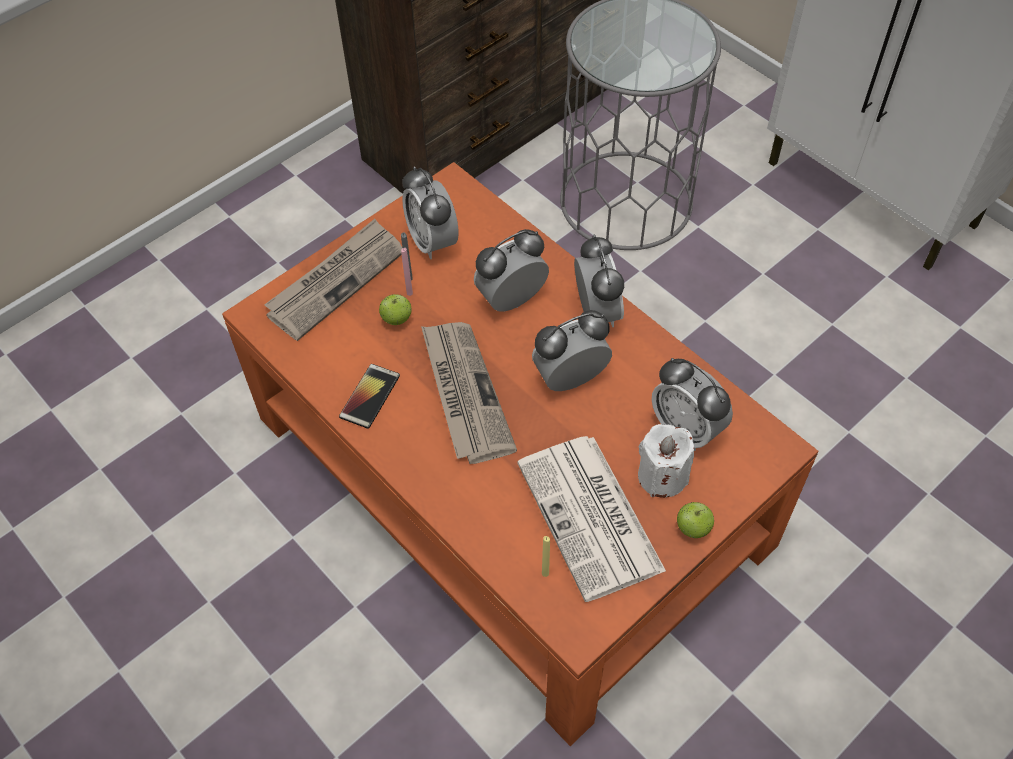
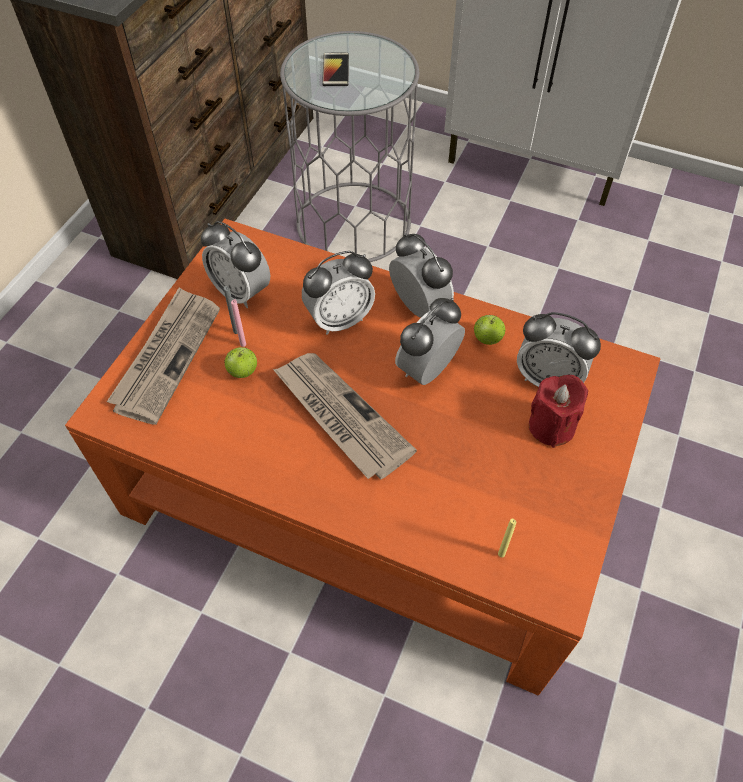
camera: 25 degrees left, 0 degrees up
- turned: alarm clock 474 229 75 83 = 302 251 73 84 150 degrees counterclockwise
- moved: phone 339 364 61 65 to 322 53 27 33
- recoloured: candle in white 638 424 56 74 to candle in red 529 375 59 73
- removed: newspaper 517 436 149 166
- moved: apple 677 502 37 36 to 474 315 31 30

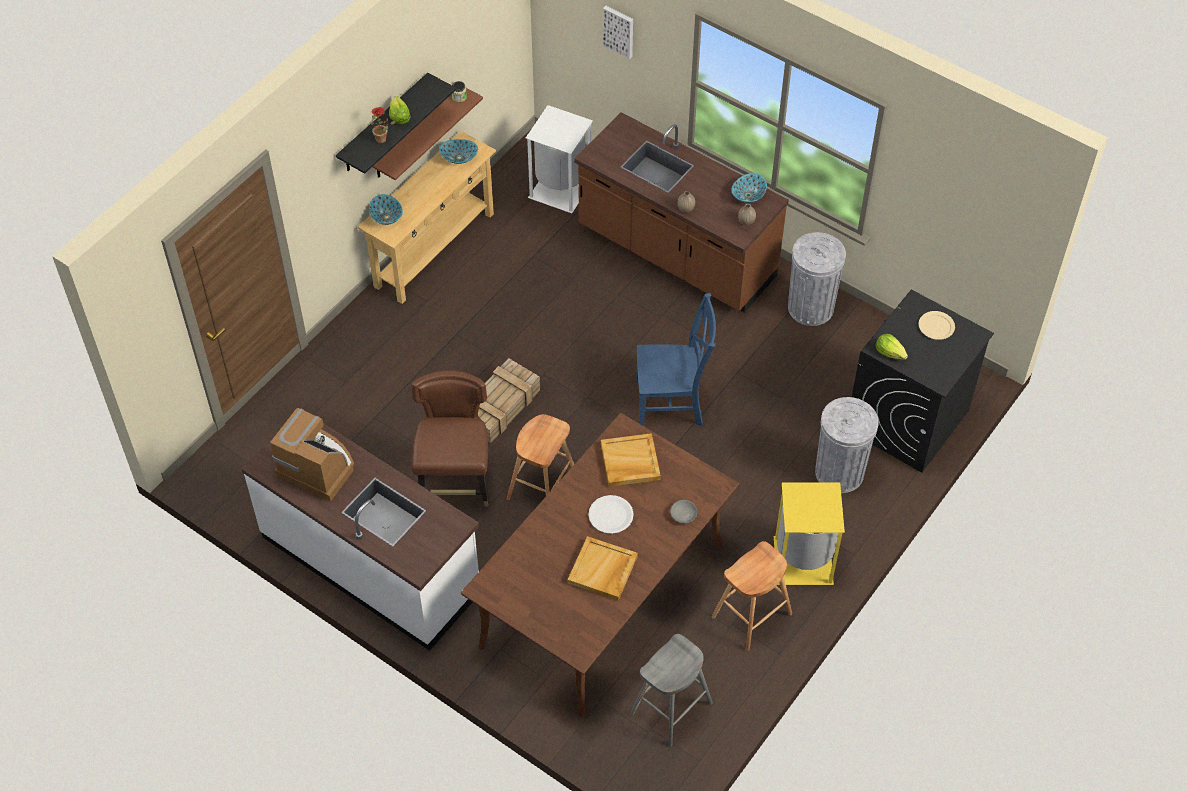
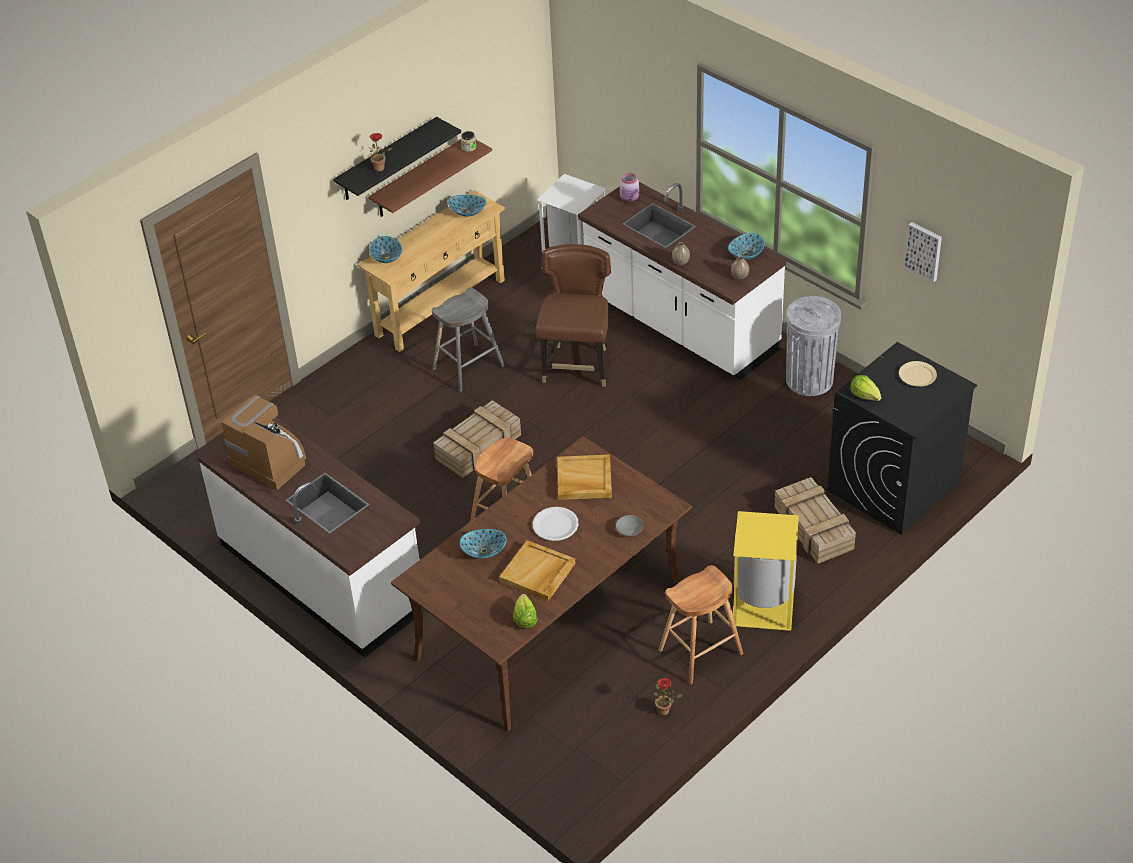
camera: 10 degrees right, 10 degrees down
- moved: picture 603 6 30 54 to 904 222 38 61
- moved: lettuce 389 96 22 28 to 513 594 24 34
- recoloured: counter in brown 574 112 215 201 to counter in white 578 182 208 198
- removed: chair in blue 636 293 80 132
- moved: chair in brown 412 371 76 136 to 536 244 75 143
- replaced: trash can in grey 815 397 64 96 to crate 774 477 82 87
- moved: stool in grey 630 634 83 113 to 432 288 73 104
- added: jar in pink 620 173 19 29
- added: bowl 460 529 47 30
- added: potted plant 654 678 28 38

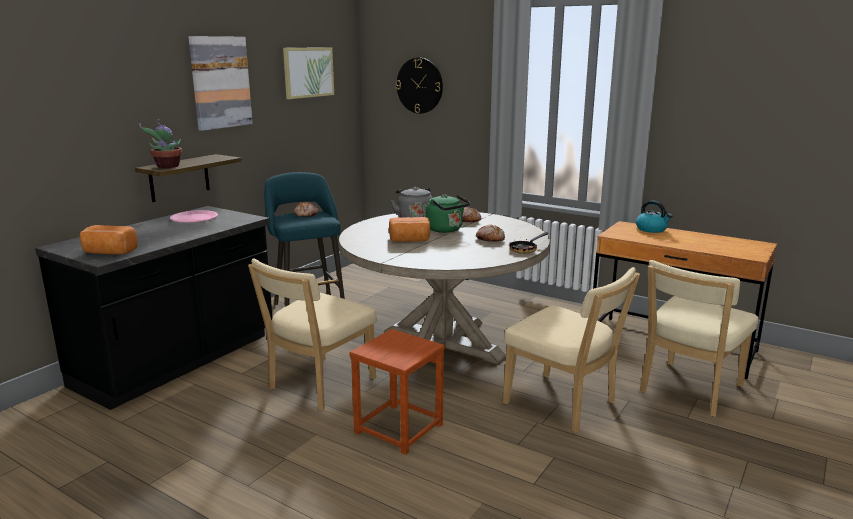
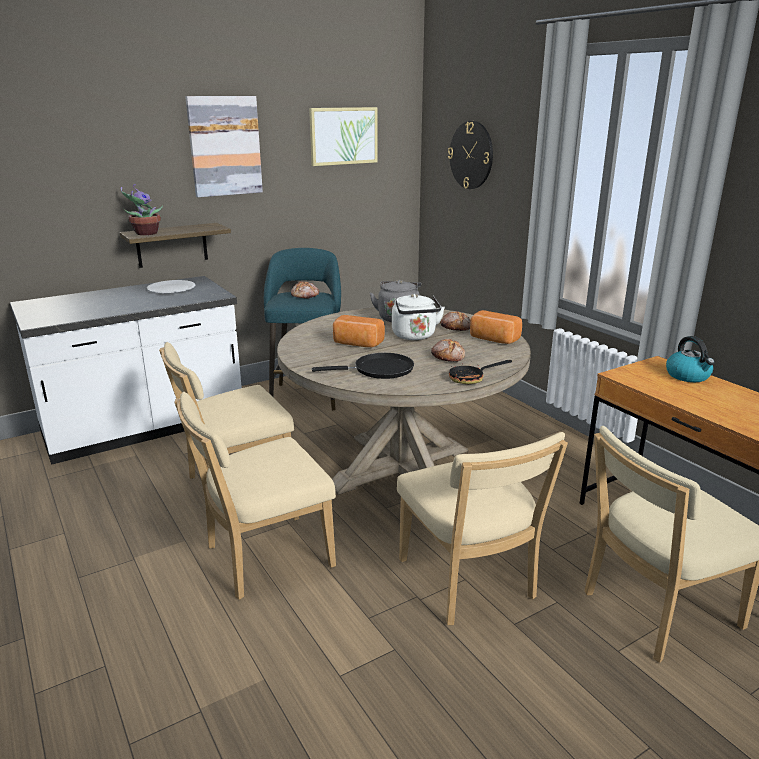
camera: 25 degrees right, 5 degrees up
- recoloured: kettle in green 426 194 44 39 to kettle in white 392 294 53 46
- recoloured: counter in black 35 206 237 204 to counter in white 10 276 232 189
- recoloured: plate in pink 170 210 48 13 to plate in white 147 280 48 13
- moved: bread 80 225 58 30 to 470 310 52 34
- replaced: stool in brown 349 329 96 126 to chair in beige 174 392 162 208
- added: frying pan in black 312 353 102 26

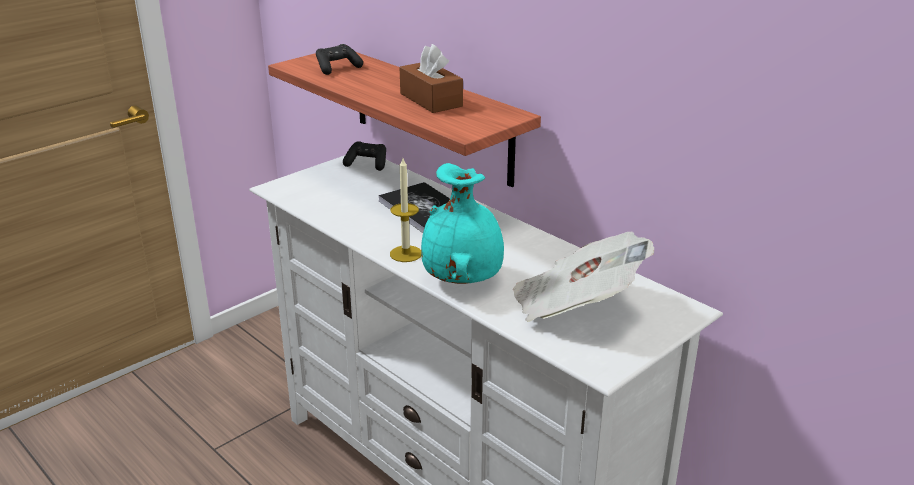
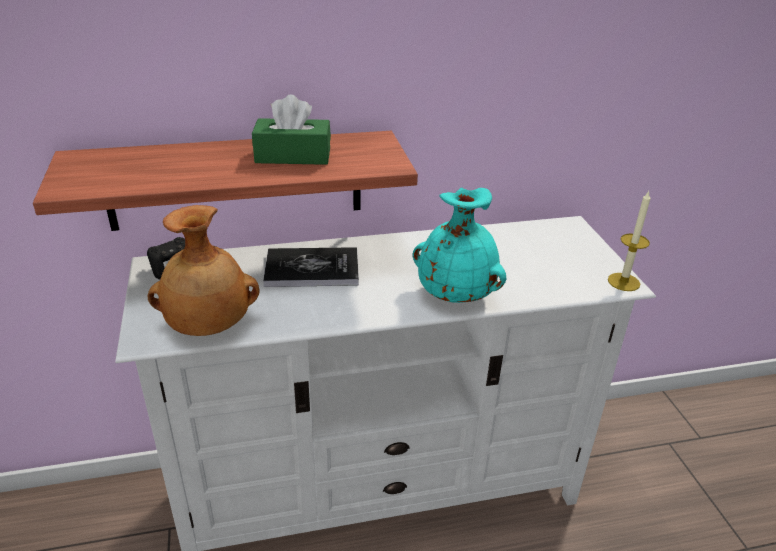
camera: 60 degrees left, 5 degrees up
- removed: game controller in black 316 44 47 31
- recoloured: tissue box in brown 399 44 64 69 to tissue box in green 252 95 79 70
- moved: candle 390 158 31 104 to 608 191 43 100
- removed: newspaper 513 232 141 90
- added: vase in brown 148 205 112 131

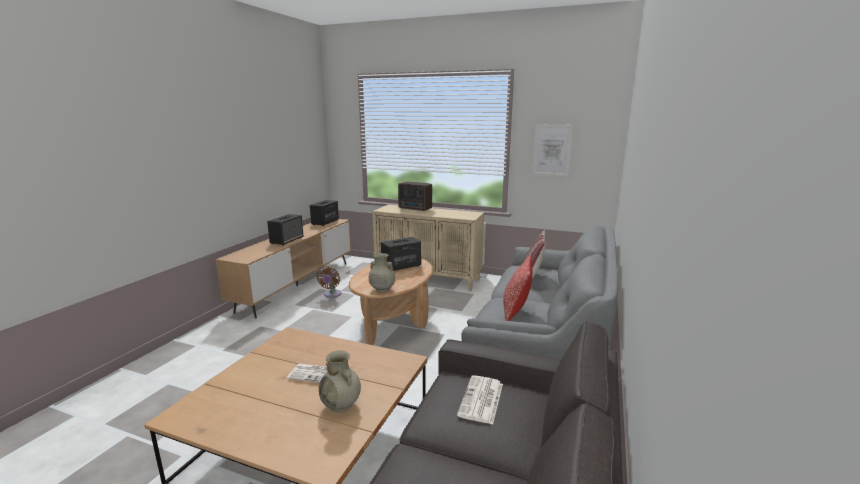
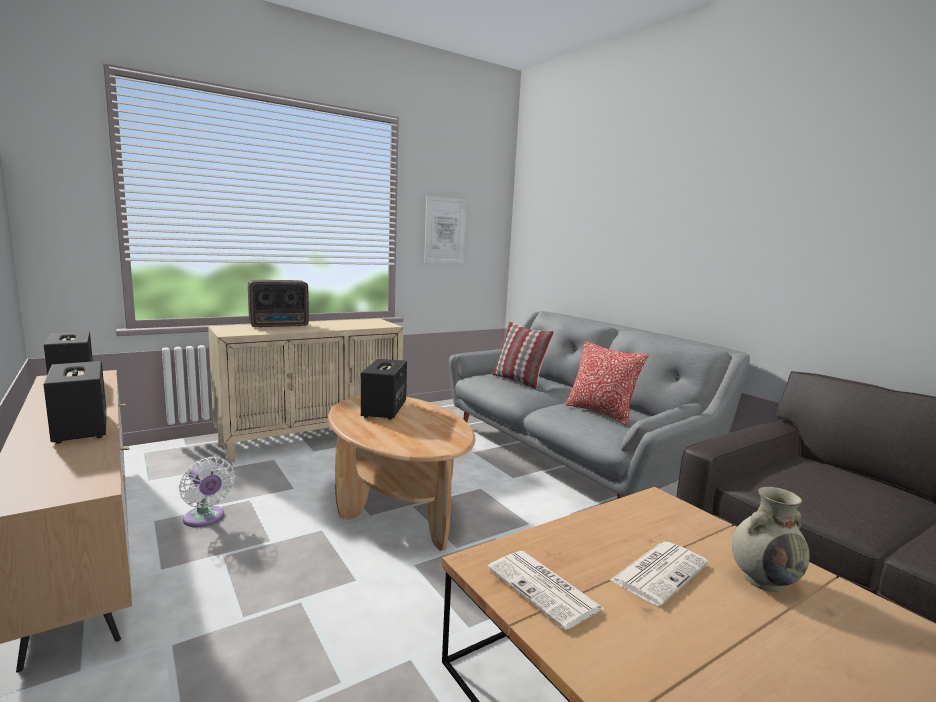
camera: 55 degrees left, 5 degrees down
- removed: vase in beige 369 253 26 40
- recoloured: fan in brown 317 266 25 32 to fan in white 179 457 56 70
- moved: newspaper 457 375 46 49 to 487 551 117 79

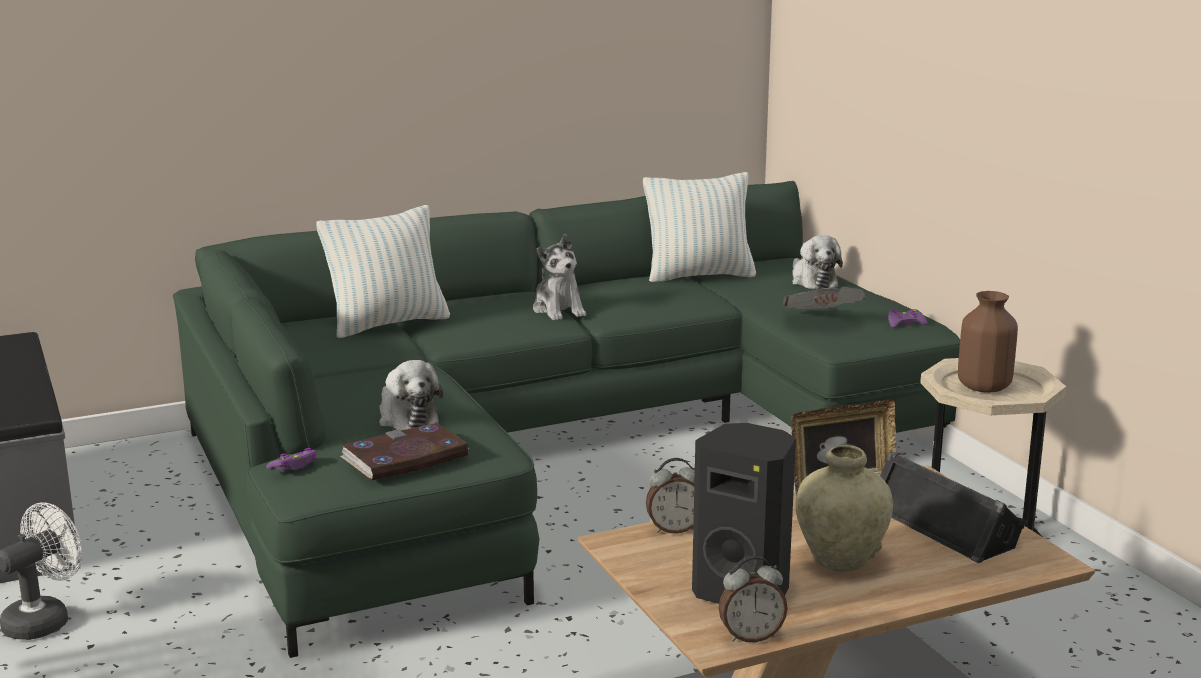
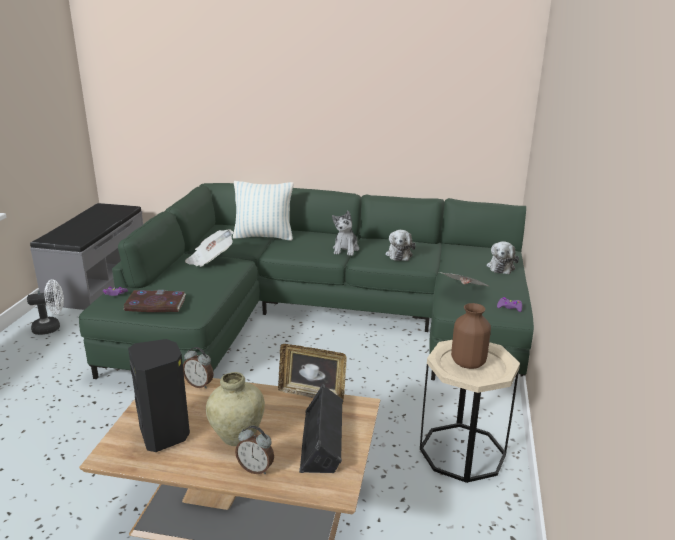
camera: 35 degrees right, 5 degrees up
- removed: pillow 643 172 113 110
- moved: plush toy 379 360 64 71 to 385 230 31 31
- moved: alarm clock 719 556 69 86 to 235 426 39 48
- added: newspaper 185 229 49 38

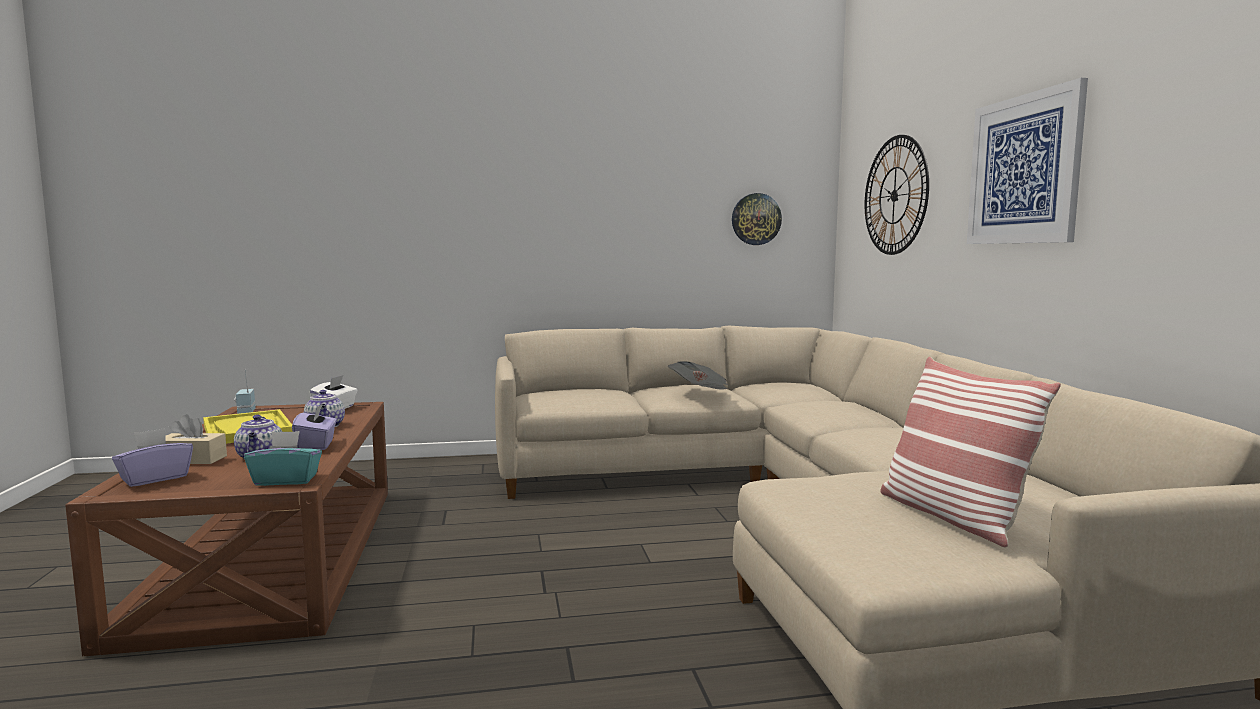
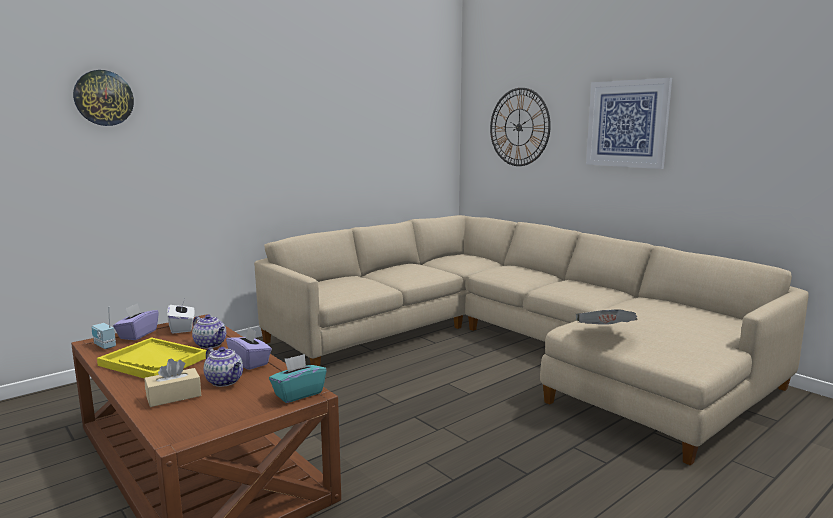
camera: 30 degrees left, 5 degrees up
- moved: wall clock 732 193 50 52 to 73 70 61 56
- removed: pillow 880 357 181 191
- moved: newspaper 668 361 60 28 to 576 309 62 16
- moved: tissue box in purple 112 428 81 59 to 113 303 46 37

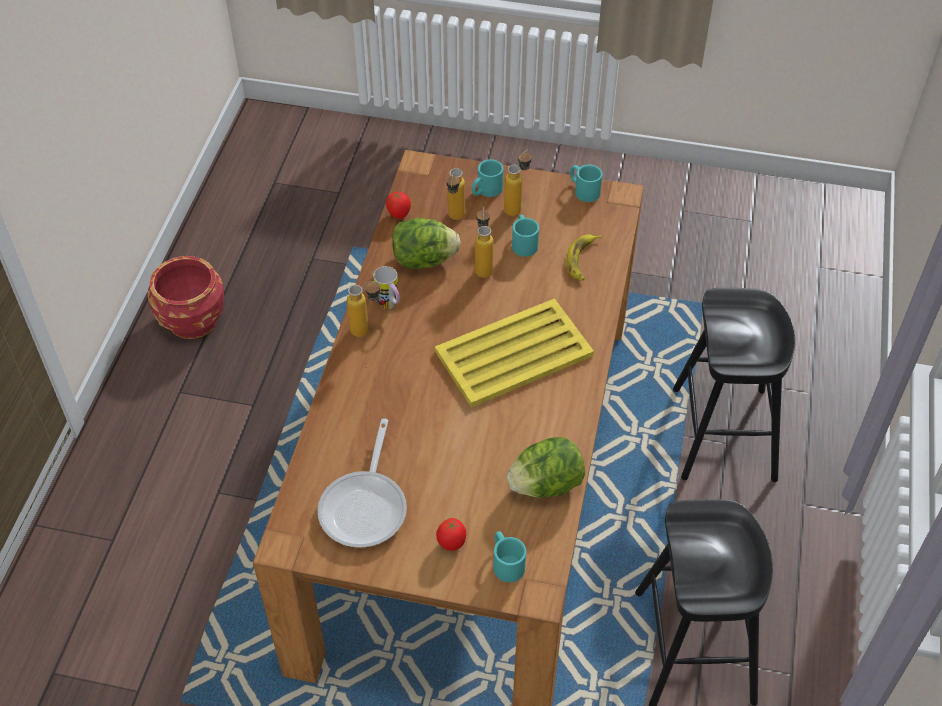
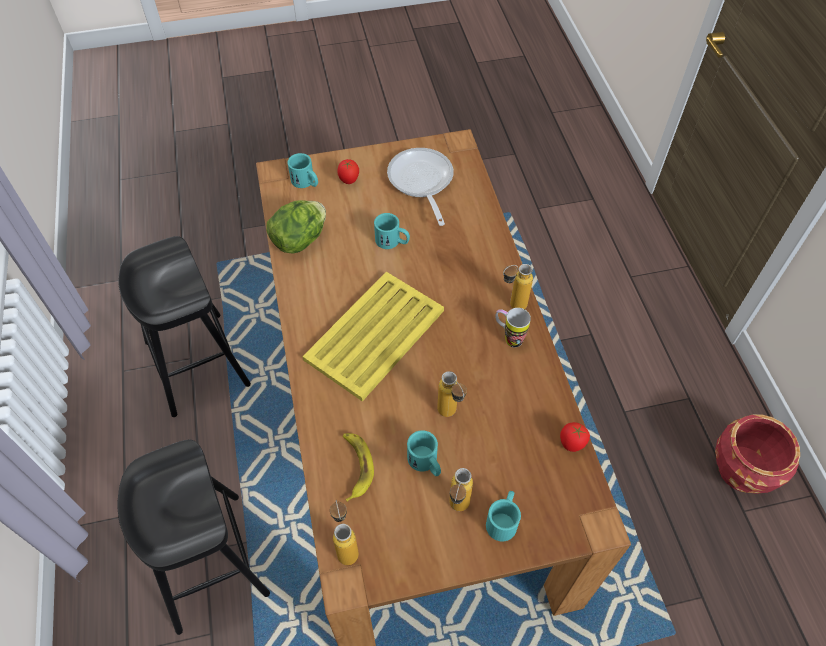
camera: 155 degrees right, 5 degrees up
- moved: mug in turquoise 570 165 33 37 to 374 213 36 36
- moved: bottle 446 168 19 52 to 330 500 29 65
- removed: lettuce 392 218 69 51

